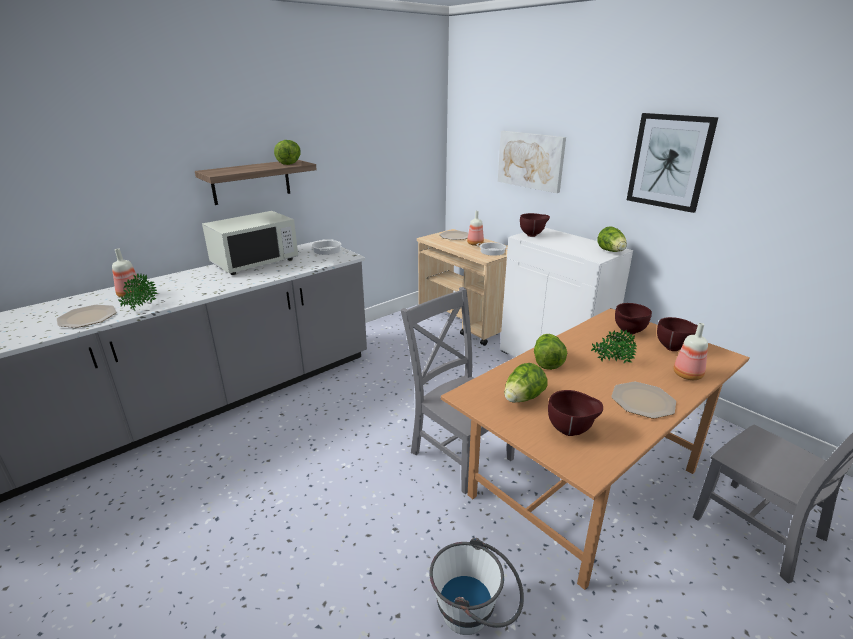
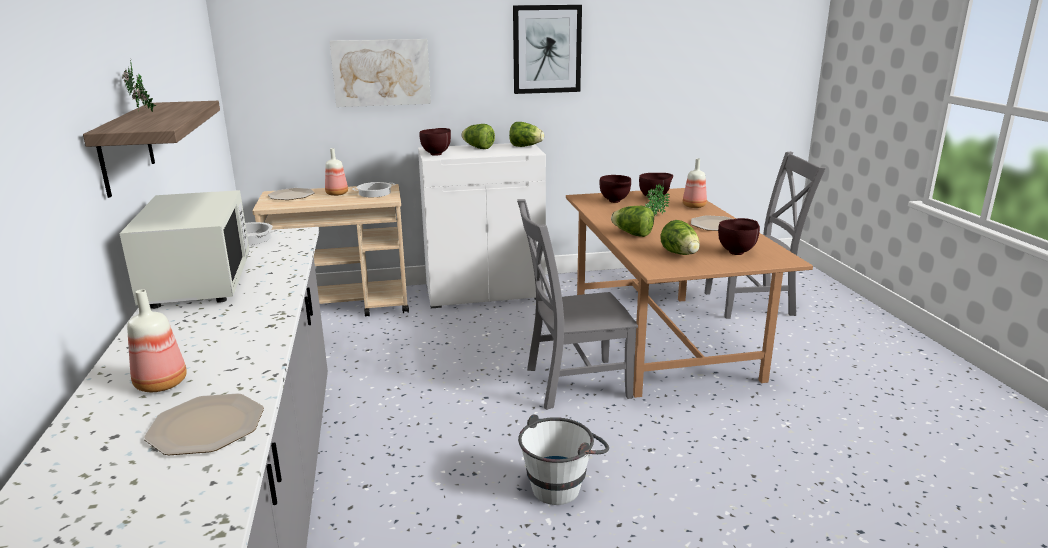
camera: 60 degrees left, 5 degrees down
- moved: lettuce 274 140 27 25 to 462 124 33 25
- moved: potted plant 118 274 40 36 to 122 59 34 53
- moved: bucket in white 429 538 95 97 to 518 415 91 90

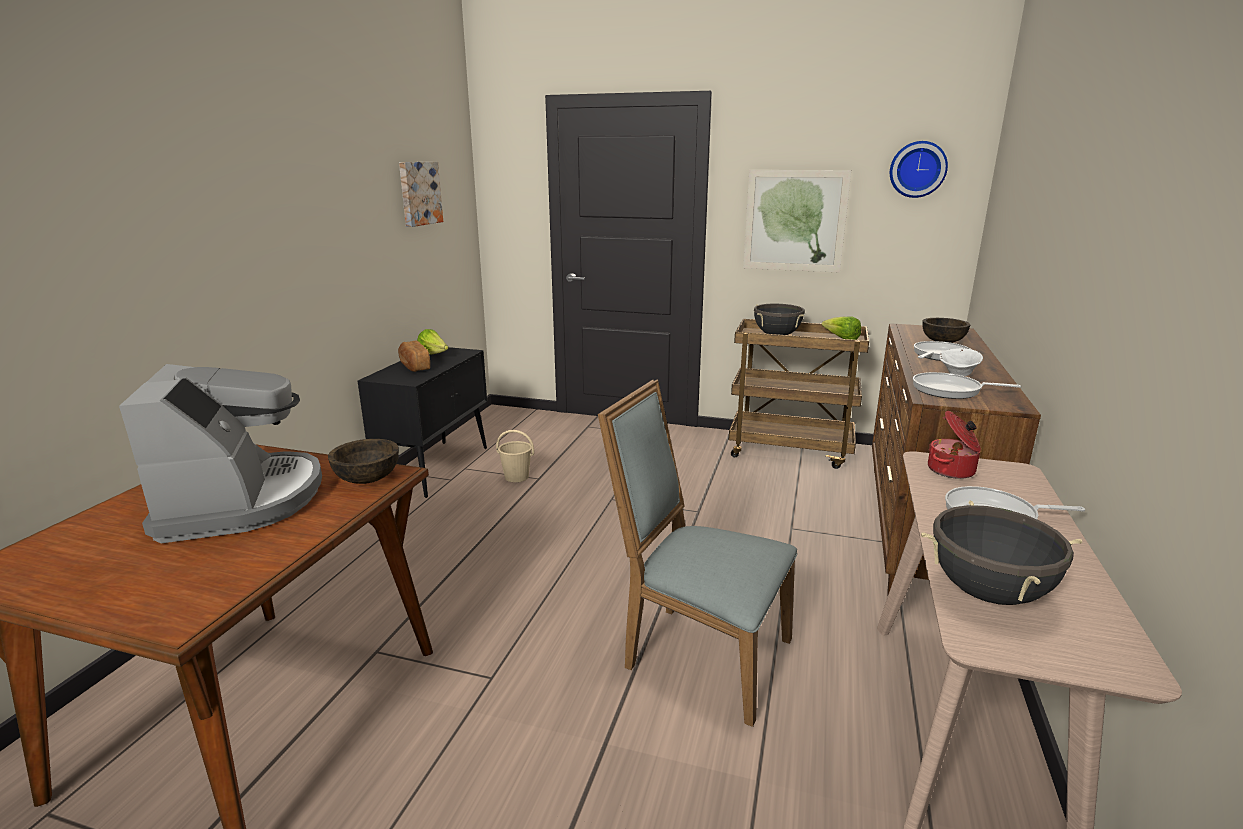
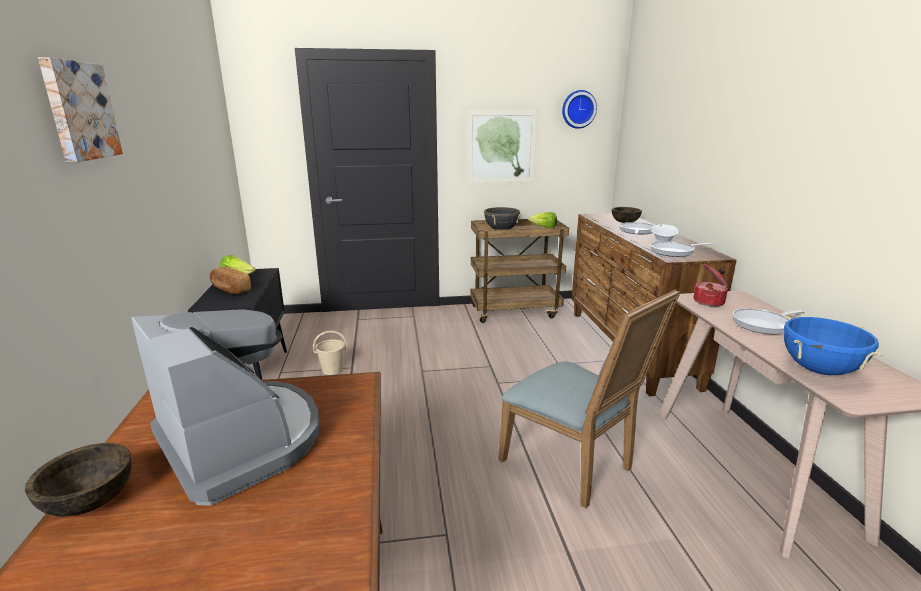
camera: 25 degrees left, 0 degrees up
- moved: picture 399 162 44 65 to 38 57 85 105
- turned: chair in grey 598 379 199 348 = 498 289 183 219 135 degrees counterclockwise
- moved: bowl in brown 328 439 71 45 to 25 443 107 74
- recoloured: cooking pot in black 921 501 161 104 to cooking pot in blue 784 316 98 59

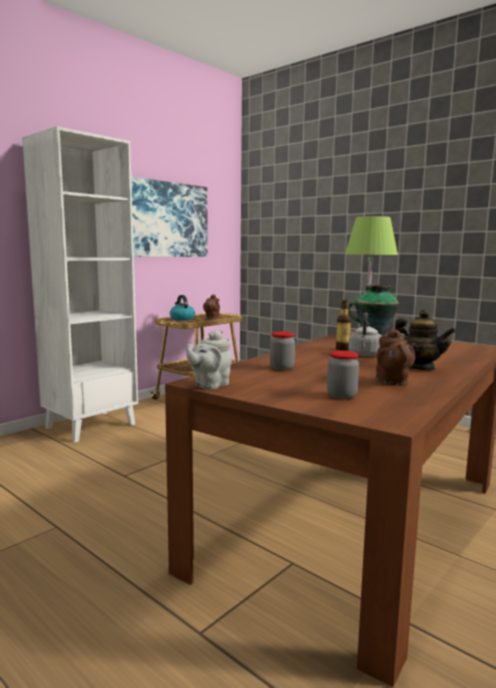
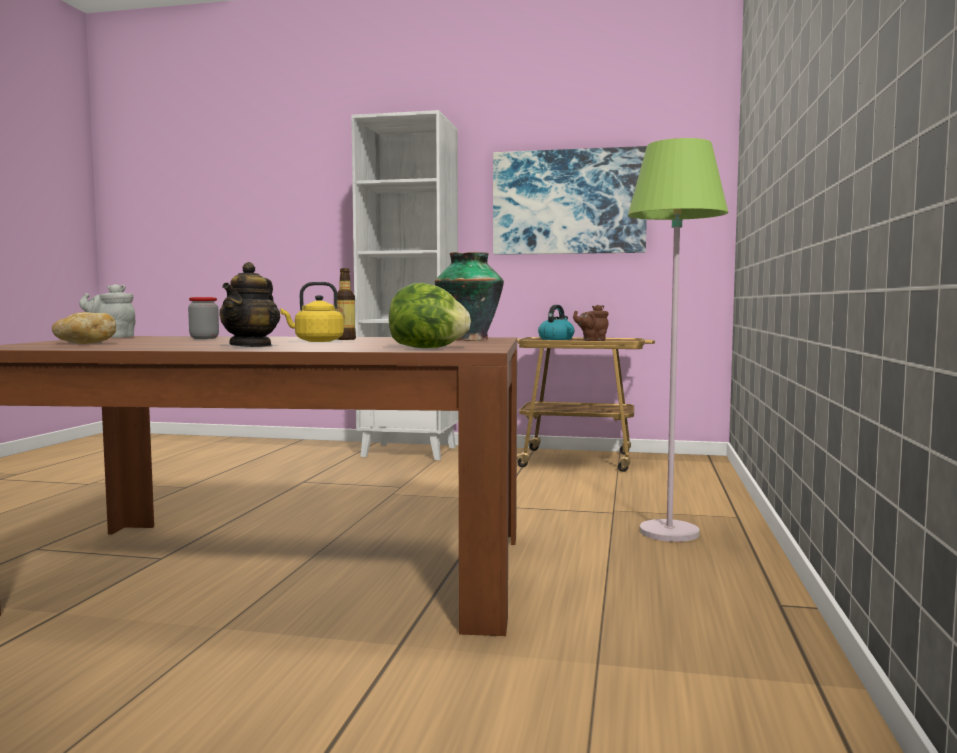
camera: 60 degrees right, 5 degrees down
- recoloured: kettle in grey 349 313 33 43 to kettle in yellow 280 282 64 60
- removed: teapot in brown 376 329 39 57
- replaced: jar 327 351 32 48 to bread 52 312 64 32
- added: lettuce 389 283 82 65

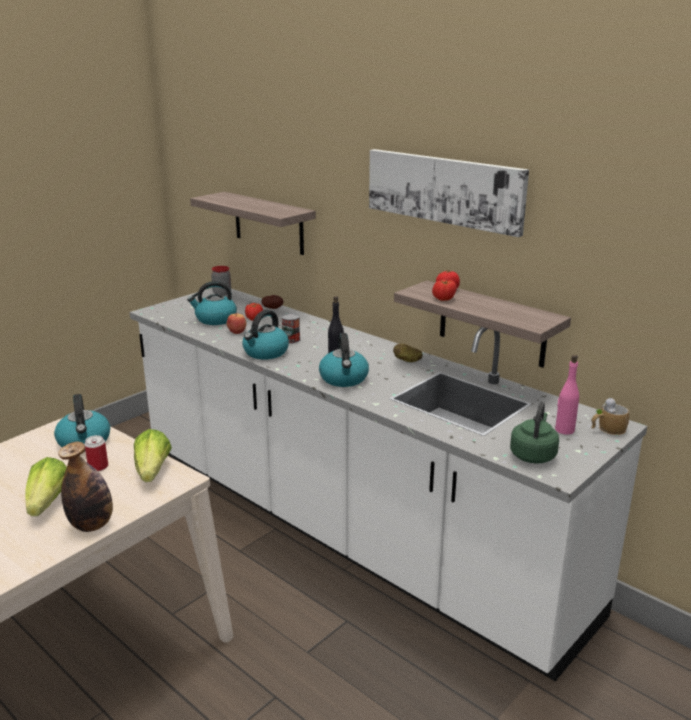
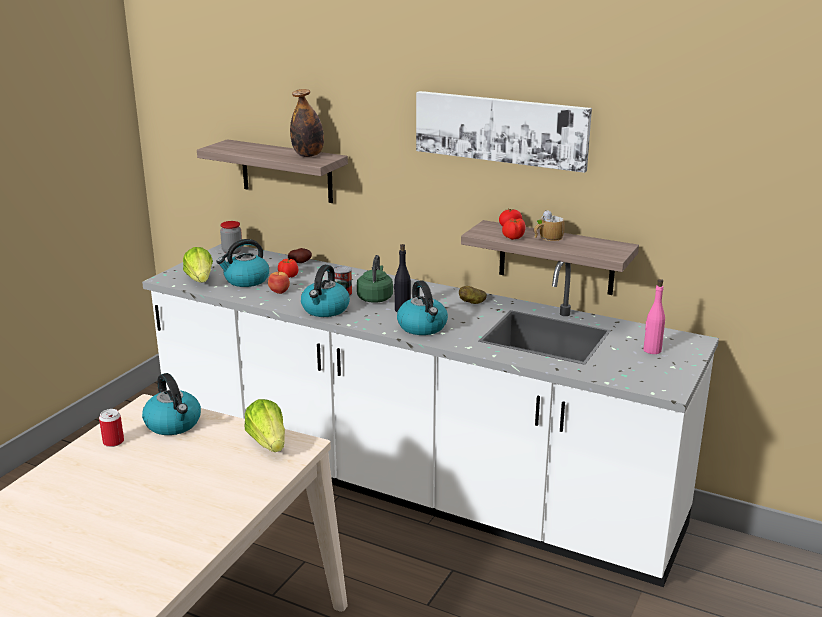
camera: 15 degrees left, 0 degrees up
- moved: mug 591 398 38 37 to 534 210 31 31
- moved: kettle in green 510 402 49 62 to 357 255 36 48
- moved: can 84 435 24 36 to 99 409 25 38
- moved: bottle 58 442 55 90 to 290 89 34 68
- moved: lettuce 25 457 42 59 to 183 247 30 36

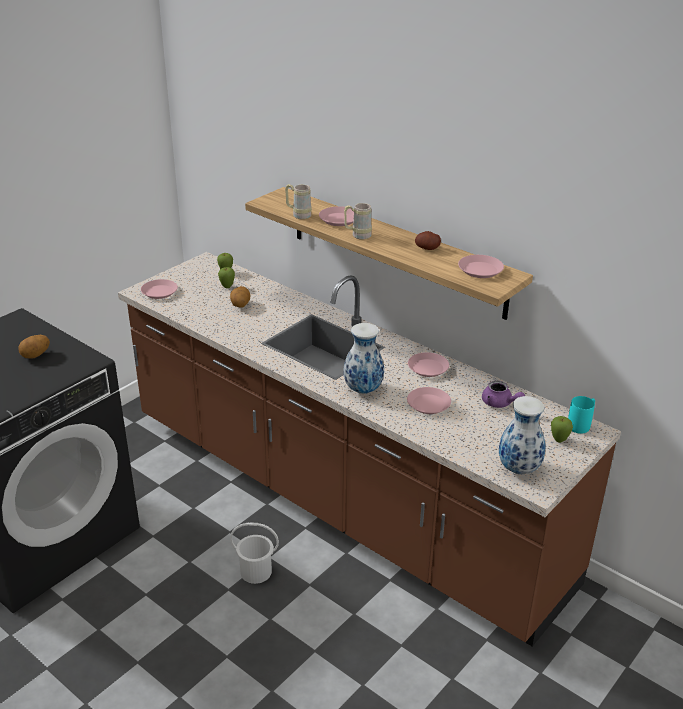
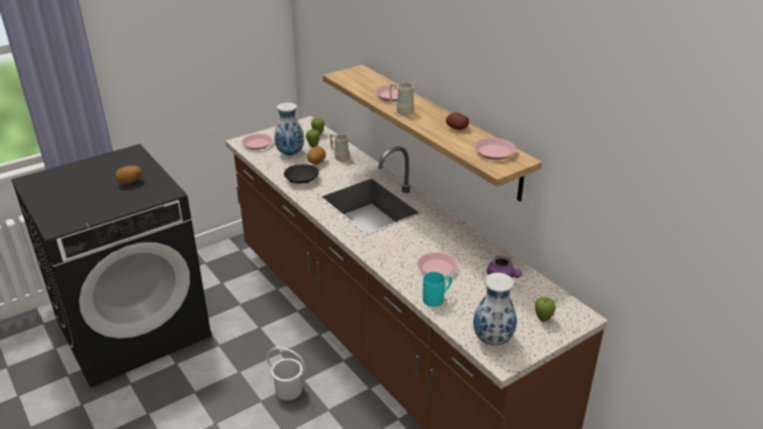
camera: 15 degrees right, 0 degrees up
- moved: mug in beige 285 184 27 35 to 330 133 19 28
- moved: vase 343 323 41 71 to 274 103 30 53
- removed: plate in pink 408 352 41 25
- moved: mug in turquoise 568 396 27 38 to 423 272 29 35
- added: bowl in black 284 164 35 20

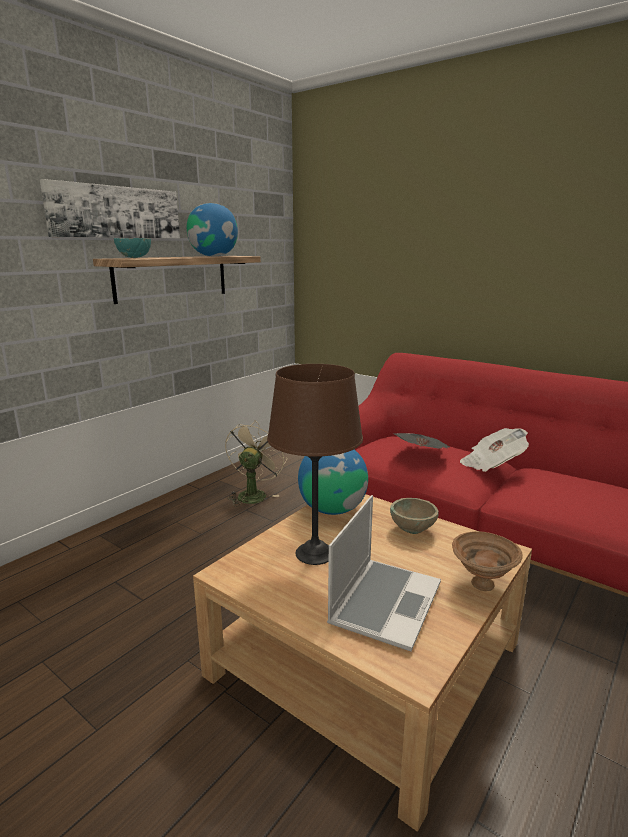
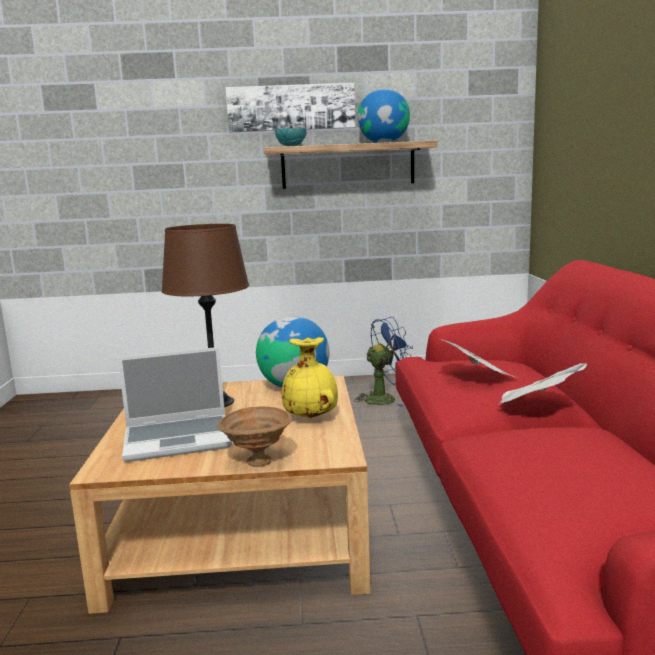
camera: 50 degrees right, 5 degrees down
- recoloured: fan in beige 225 421 62 86 to fan in blue 353 317 60 90
- replaced: bowl in beige 390 498 49 36 to vase in yellow 282 337 56 81

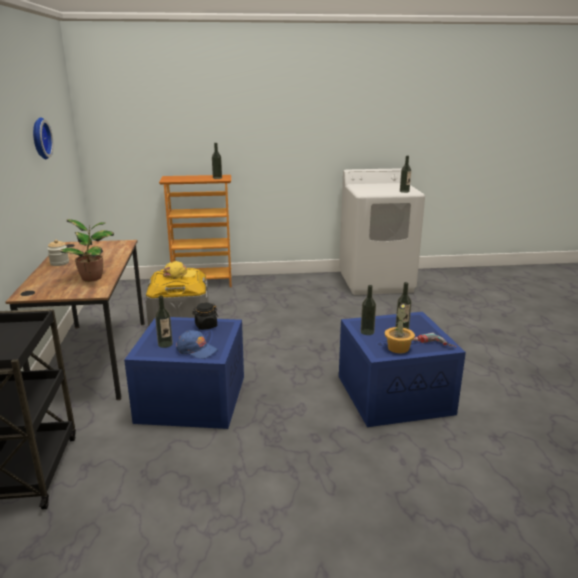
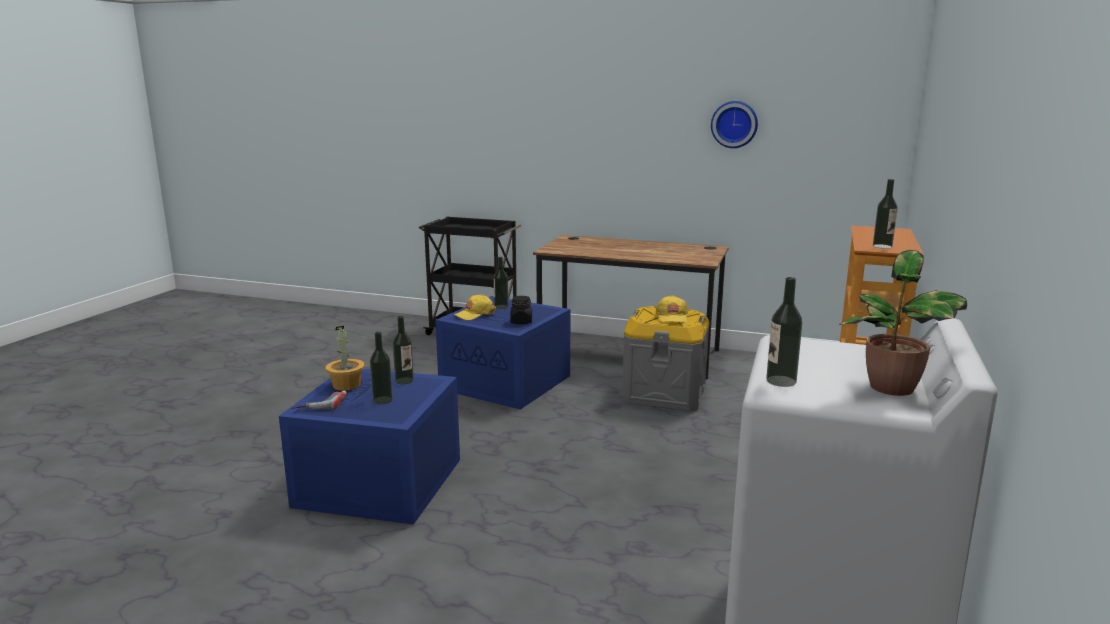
camera: 115 degrees right, 5 degrees down
- moved: potted plant 59 219 55 63 to 839 250 128 146
- removed: jar 47 240 22 26
- recoloured: cap in blue 176 330 42 29 to cap in yellow 454 294 42 26

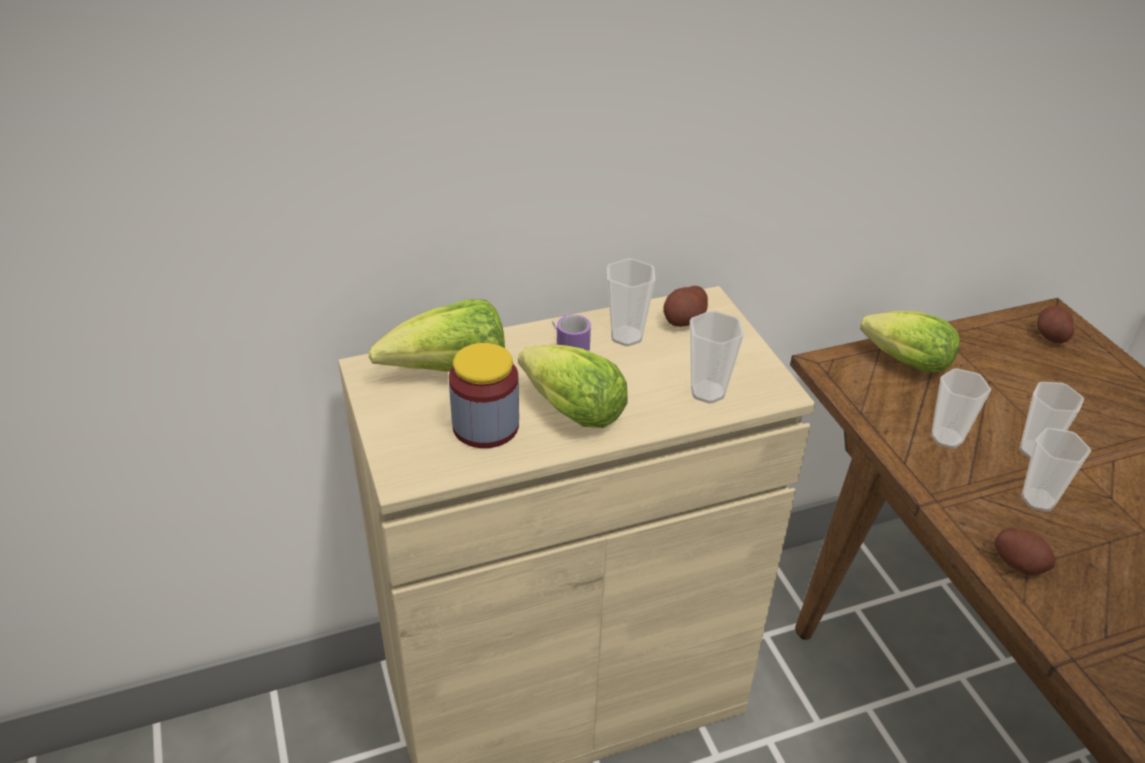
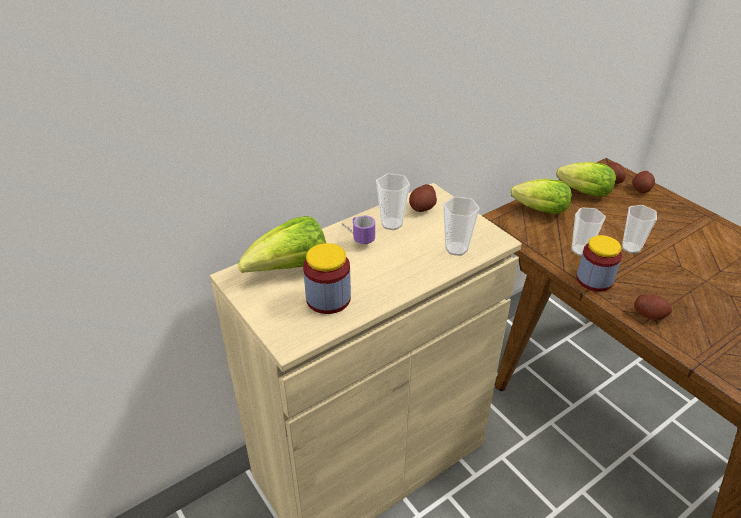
camera: 15 degrees left, 0 degrees up
- moved: lettuce 518 345 110 83 to 556 162 60 35
- removed: cup 1022 428 69 84
- added: potato 632 171 23 22
- added: jar 576 235 46 57

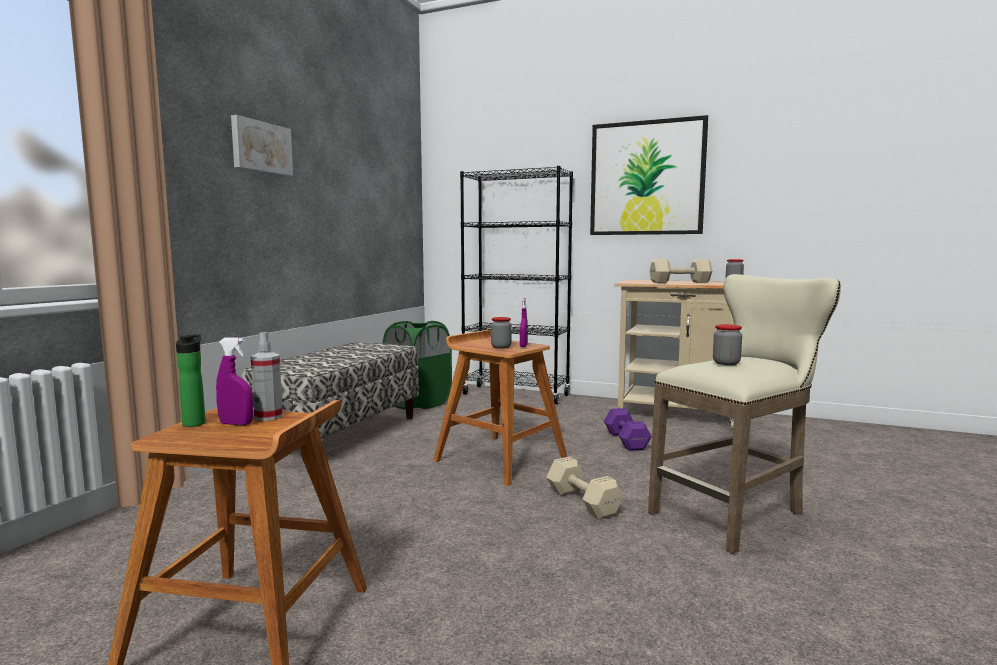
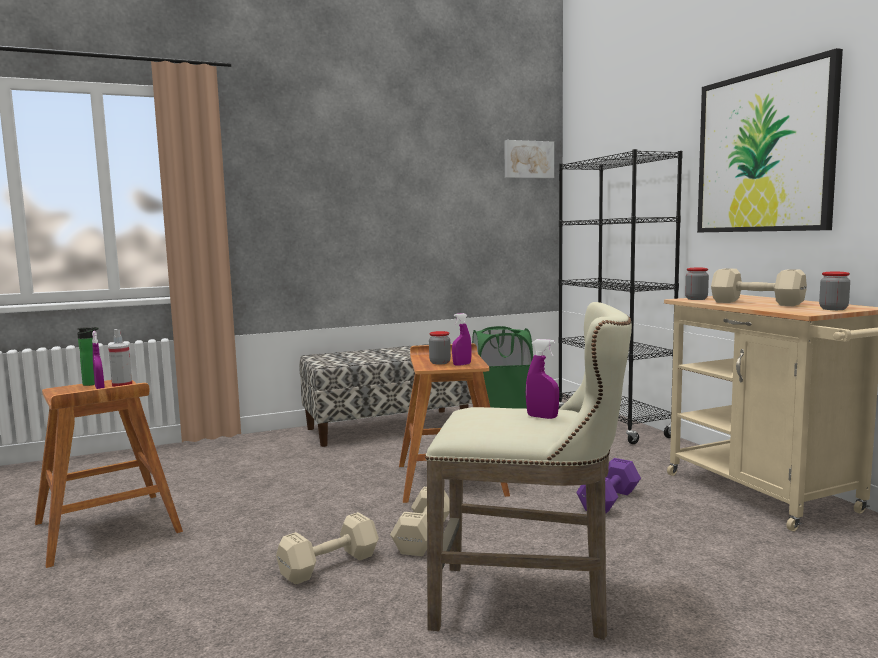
camera: 45 degrees right, 0 degrees up
- moved: picture 231 115 62 61 to 504 140 50 38
- moved: jar 713 324 29 41 to 685 268 24 32
- added: spray bottle in purple 526 339 33 80
- added: dumbbell in beige 276 512 103 73

